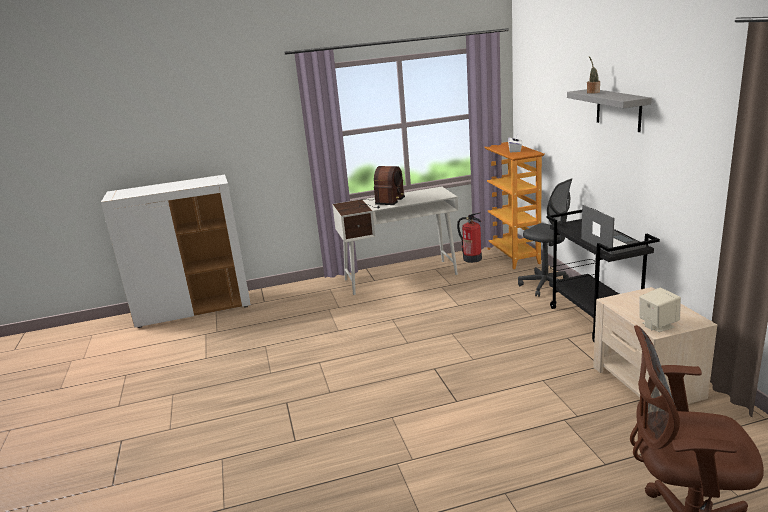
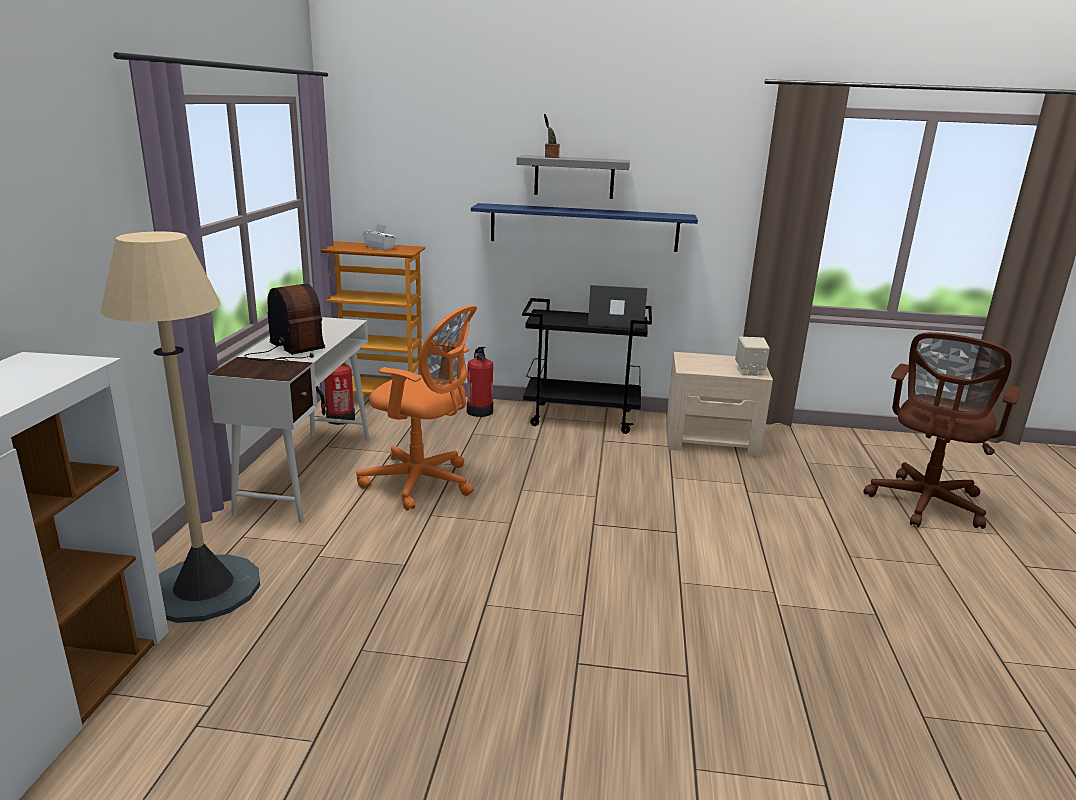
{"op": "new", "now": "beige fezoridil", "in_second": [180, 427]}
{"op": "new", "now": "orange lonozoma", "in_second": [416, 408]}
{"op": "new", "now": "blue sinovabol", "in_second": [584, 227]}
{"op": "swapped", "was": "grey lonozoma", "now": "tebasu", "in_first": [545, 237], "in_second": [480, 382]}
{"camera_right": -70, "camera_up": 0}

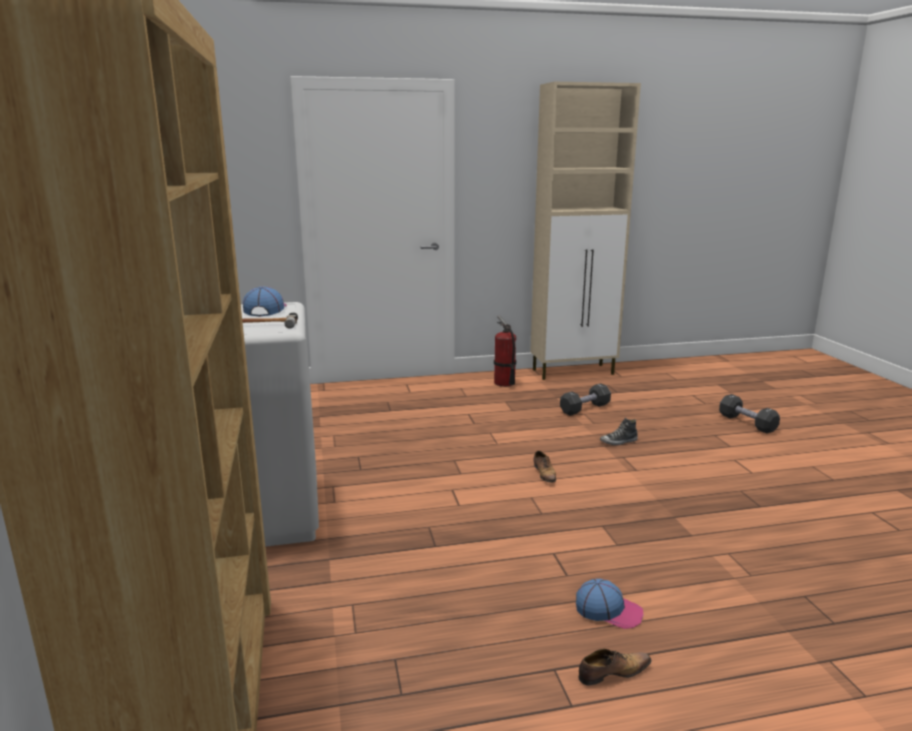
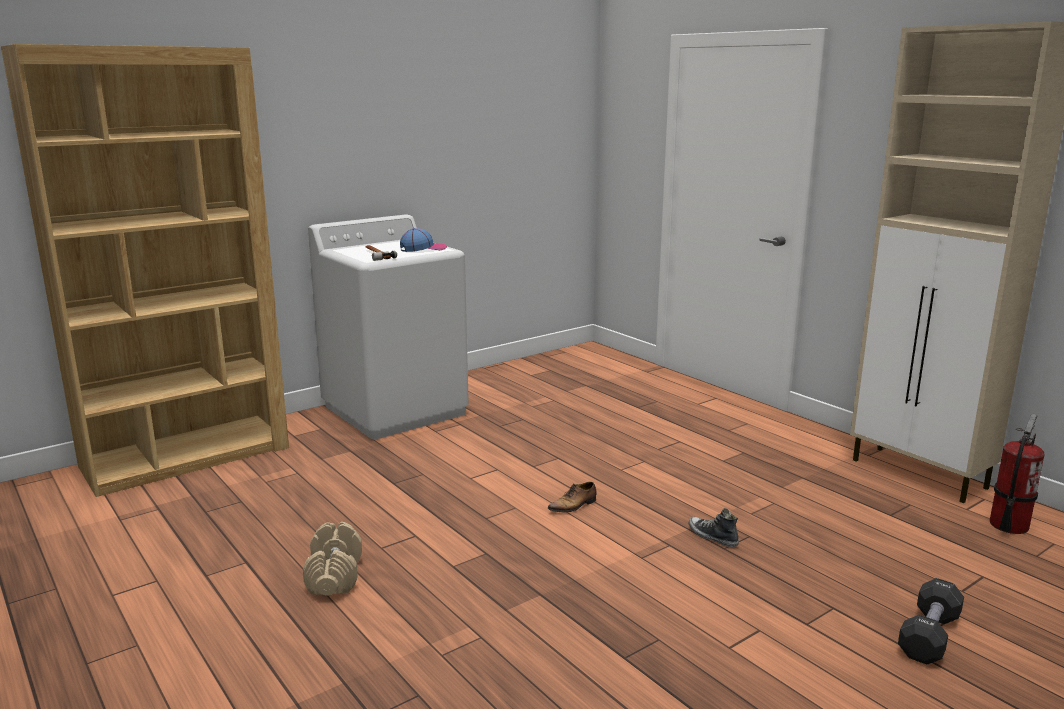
{"op": "gone", "was": "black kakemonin", "in_first": [585, 399]}
{"op": "gone", "was": "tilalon", "in_first": [615, 667]}
{"op": "shifted", "was": "tebasu", "in_first": [505, 351], "in_second": [1017, 474]}
{"op": "swapped", "was": "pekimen", "now": "beige kakemonin", "in_first": [609, 604], "in_second": [332, 559]}
{"camera_right": 65, "camera_up": 0}

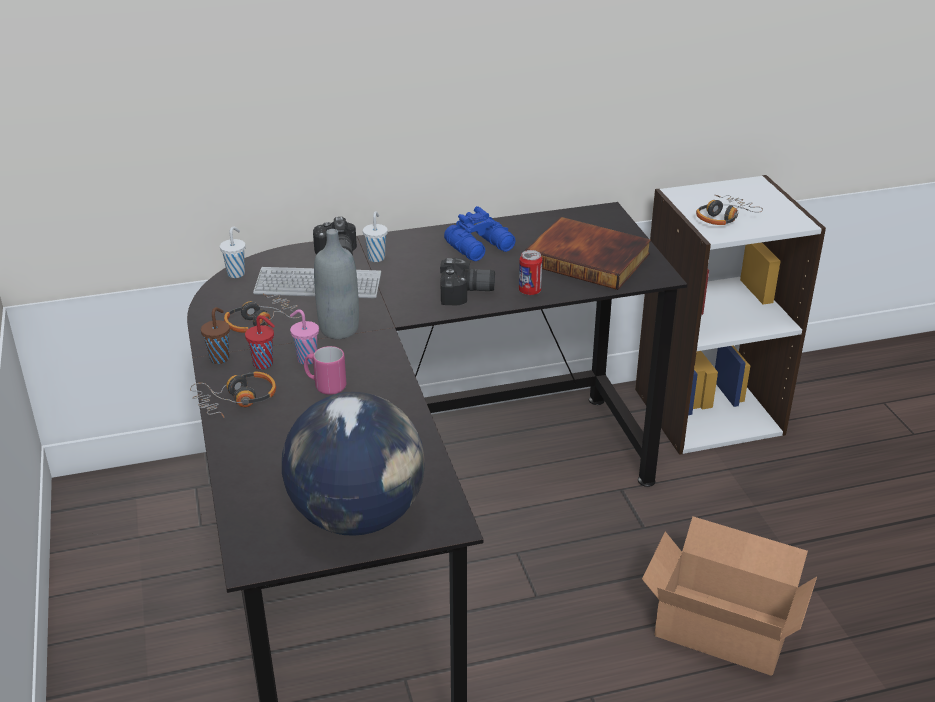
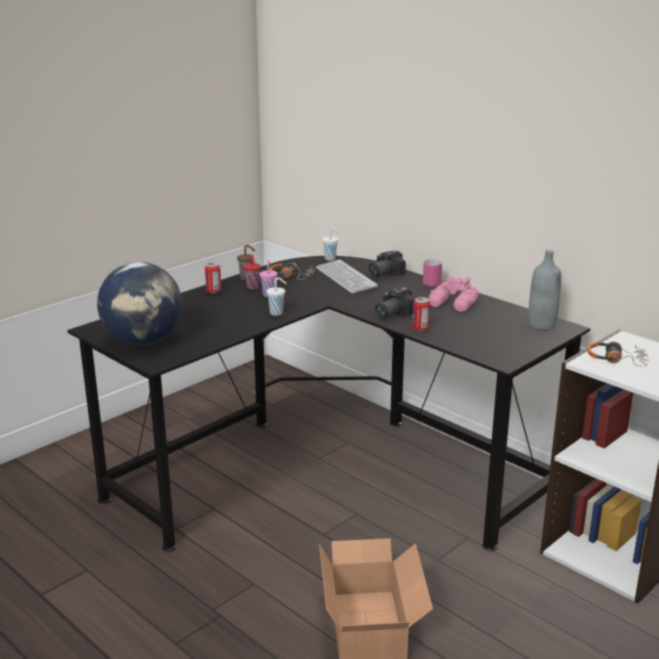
{"op": "gone", "was": "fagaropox", "in_first": [588, 253]}
{"op": "shifted", "was": "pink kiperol", "in_first": [325, 370], "in_second": [432, 273]}
{"op": "shifted", "was": "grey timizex", "in_first": [336, 284], "in_second": [544, 290]}
{"op": "shifted", "was": "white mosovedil", "in_first": [375, 236], "in_second": [276, 296]}
{"op": "swapped", "was": "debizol", "now": "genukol", "in_first": [233, 394], "in_second": [213, 277]}
{"op": "repainted", "was": "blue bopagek", "now": "pink bopagek", "in_first": [479, 233], "in_second": [453, 294]}
{"op": "rotated", "was": "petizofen", "in_first": [467, 281], "in_second": [395, 302], "clockwise": 75}
{"camera_right": 60, "camera_up": -10}

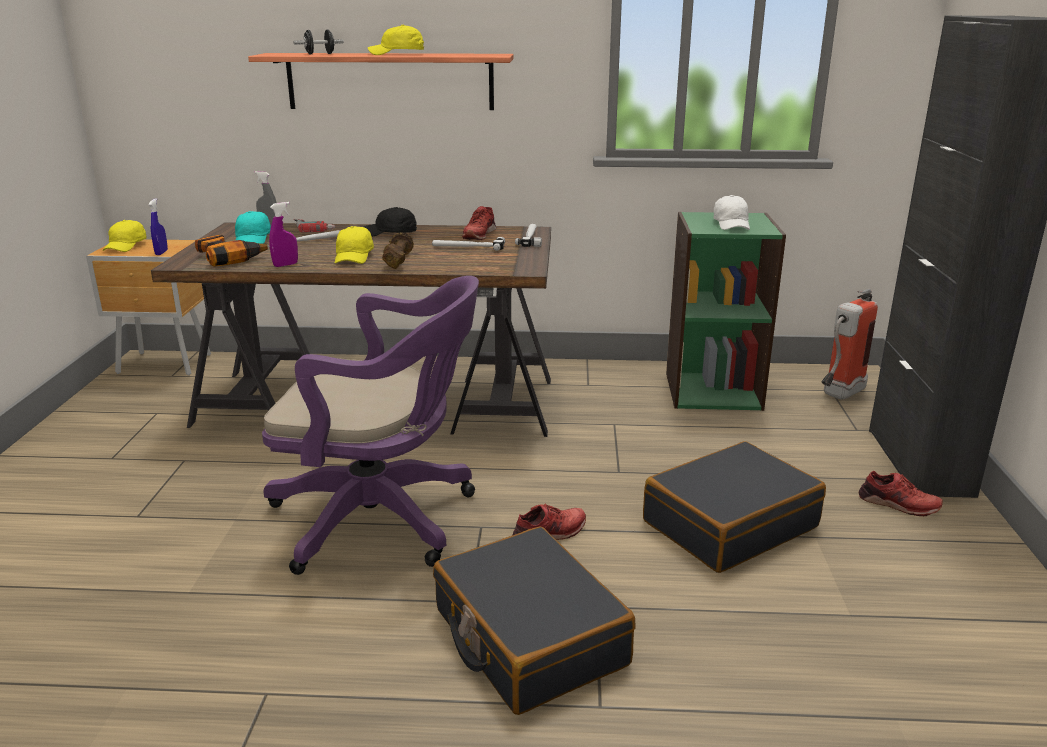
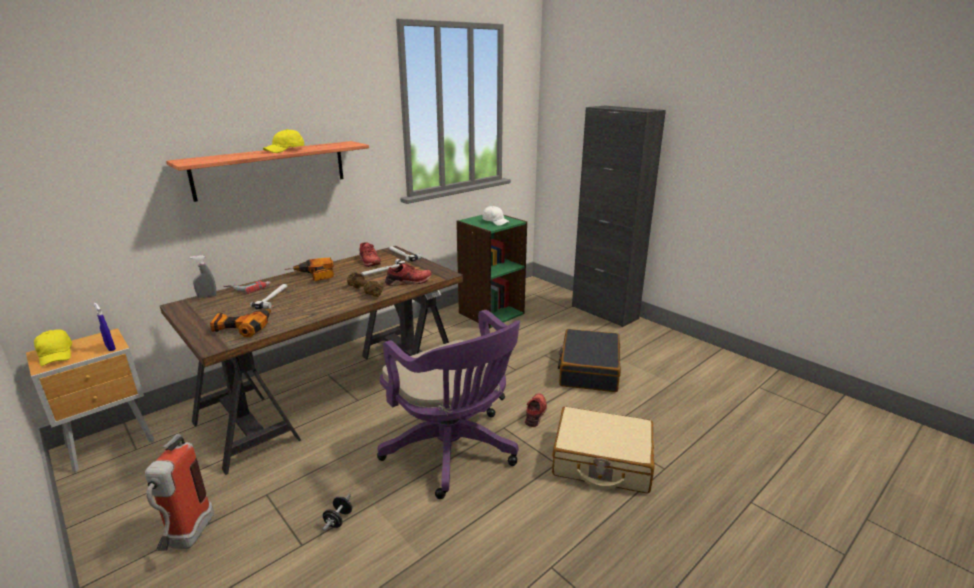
{"op": "gone", "was": "turquoise pekimen", "in_first": [253, 227]}
{"op": "gone", "was": "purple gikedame", "in_first": [283, 234]}
{"op": "gone", "was": "yellow pekimen", "in_first": [354, 245]}
{"op": "shifted", "was": "black kakemonin", "in_first": [318, 42], "in_second": [337, 512]}
{"op": "shifted", "was": "tebasu", "in_first": [849, 344], "in_second": [179, 492]}
{"op": "shifted", "was": "red tilalon", "in_first": [901, 493], "in_second": [408, 274]}
{"op": "swapped", "was": "black pekimen", "now": "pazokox", "in_first": [390, 222], "in_second": [309, 269]}
{"op": "repainted", "was": "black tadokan", "now": "beige tadokan", "in_first": [534, 620], "in_second": [603, 450]}
{"op": "rotated", "was": "purple lonozoma", "in_first": [370, 425], "in_second": [448, 404], "clockwise": 90}
{"camera_right": -45, "camera_up": 0}

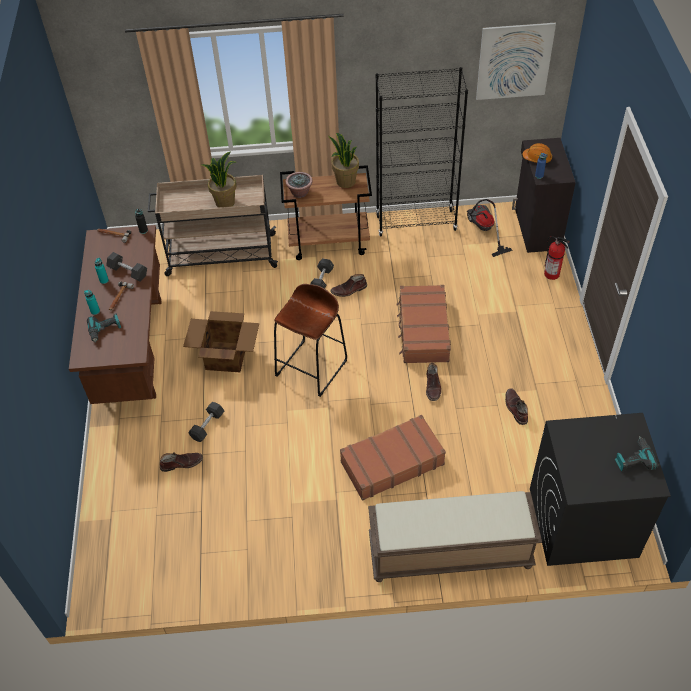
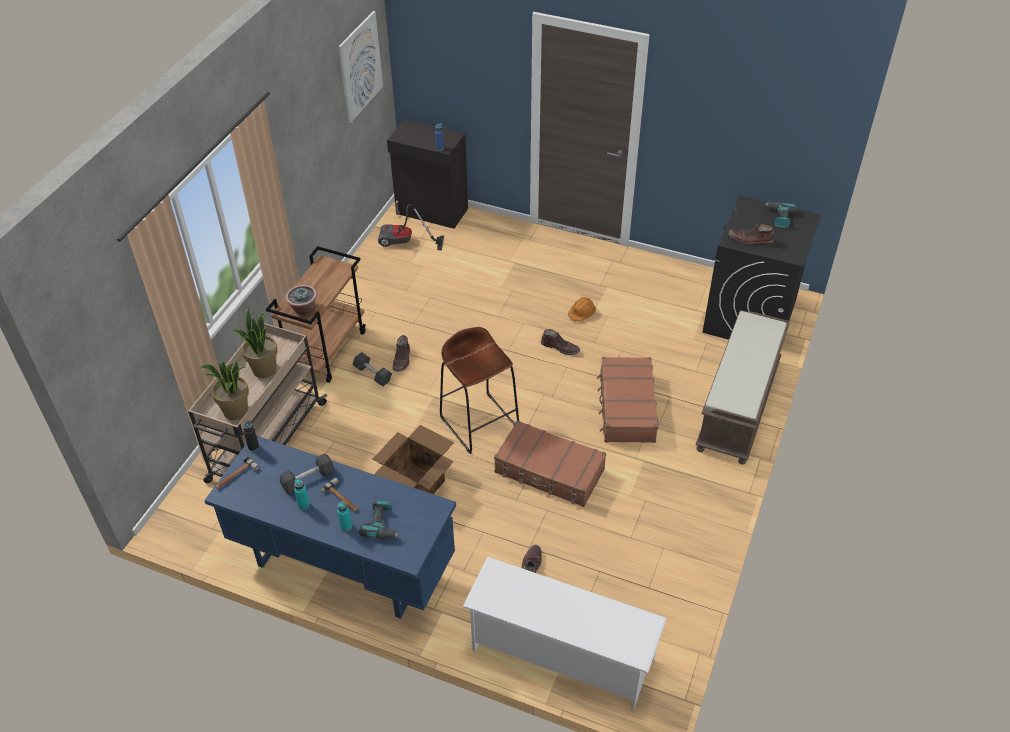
{"op": "gone", "was": "black kakemonin", "in_first": [206, 422]}
{"op": "gone", "was": "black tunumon", "in_first": [421, 152]}
{"op": "gone", "was": "tebasu", "in_first": [557, 258]}
{"op": "new", "now": "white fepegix", "in_second": [565, 634]}
{"op": "shifted", "was": "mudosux", "in_first": [343, 160], "in_second": [224, 390]}
{"op": "shifted", "was": "brown tadokan", "in_first": [423, 324], "in_second": [550, 463]}
{"op": "shifted", "was": "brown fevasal", "in_first": [516, 406], "in_second": [751, 234]}
{"op": "shifted", "was": "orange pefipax", "in_first": [537, 153], "in_second": [582, 309]}
{"op": "repainted", "was": "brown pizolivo", "now": "blue pizolivo", "in_first": [115, 314], "in_second": [330, 527]}
{"camera_right": -65, "camera_up": -5}

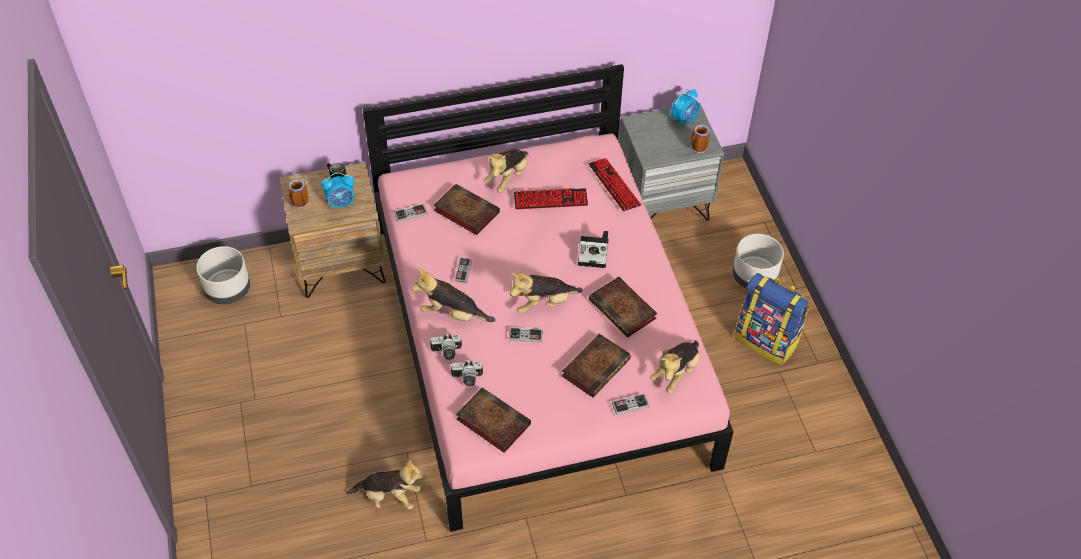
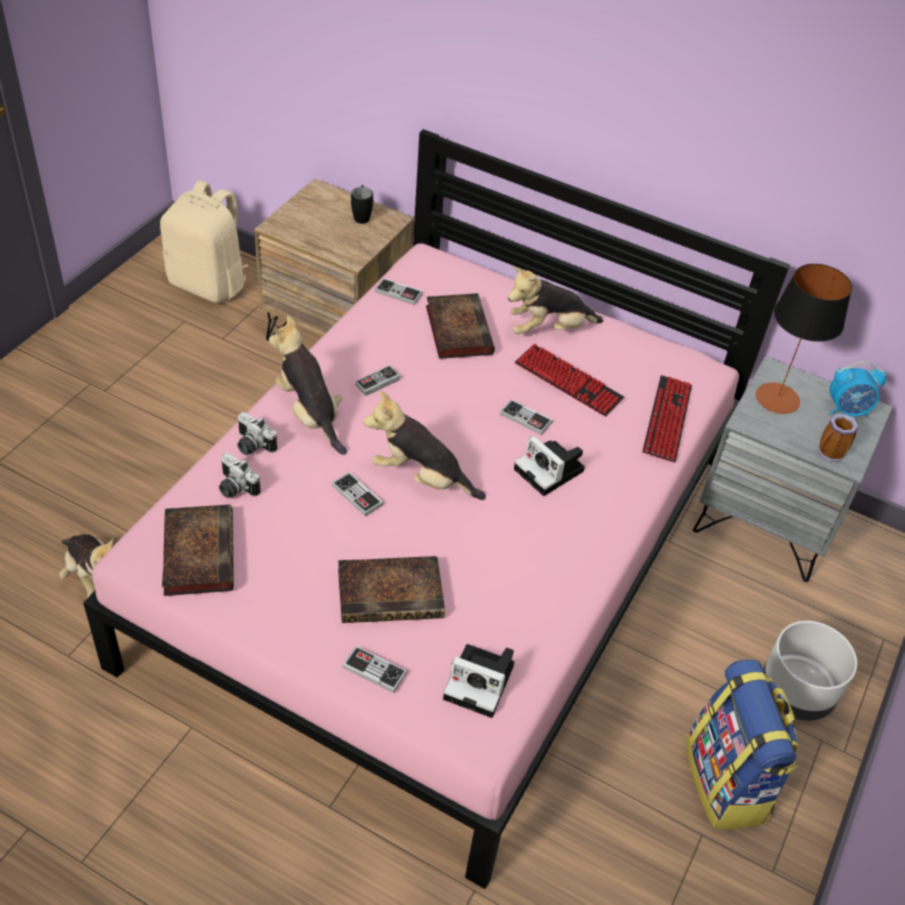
{"op": "gone", "was": "kiperol", "in_first": [298, 194]}
{"op": "gone", "was": "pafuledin", "in_first": [337, 191]}
{"op": "gone", "was": "fagaropox", "in_first": [623, 307]}
{"op": "new", "now": "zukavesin", "in_second": [526, 417]}
{"op": "new", "now": "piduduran", "in_second": [804, 339]}
{"op": "swapped", "was": "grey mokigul", "now": "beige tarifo", "in_first": [223, 275], "in_second": [204, 241]}
{"op": "swapped", "was": "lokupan", "now": "petizofen", "in_first": [675, 366], "in_second": [478, 681]}
{"camera_right": 40, "camera_up": -5}

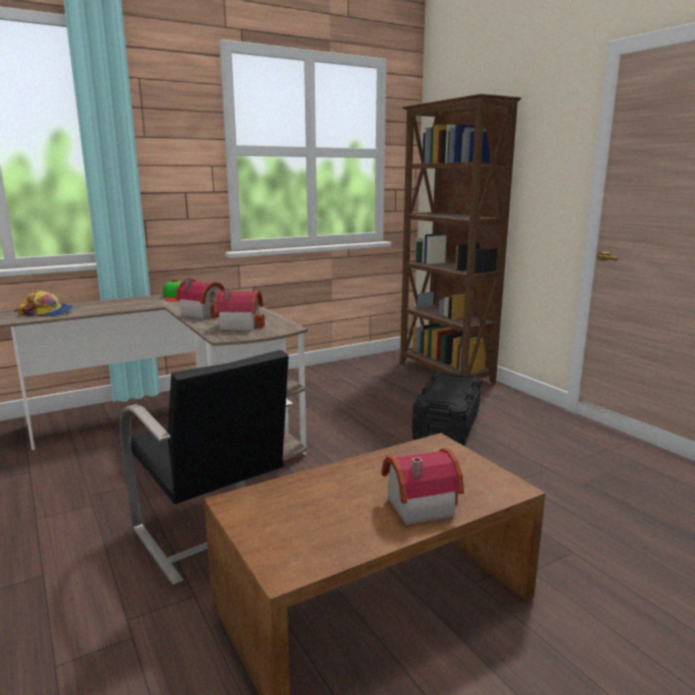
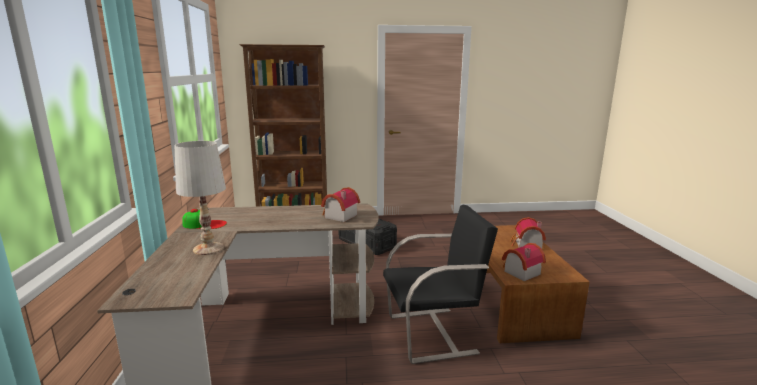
{"op": "gone", "was": "pekimen", "in_first": [45, 304]}
{"op": "new", "now": "white piduduran", "in_second": [200, 198]}
{"op": "shifted", "was": "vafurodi", "in_first": [200, 298], "in_second": [524, 262]}
{"camera_right": -65, "camera_up": 0}

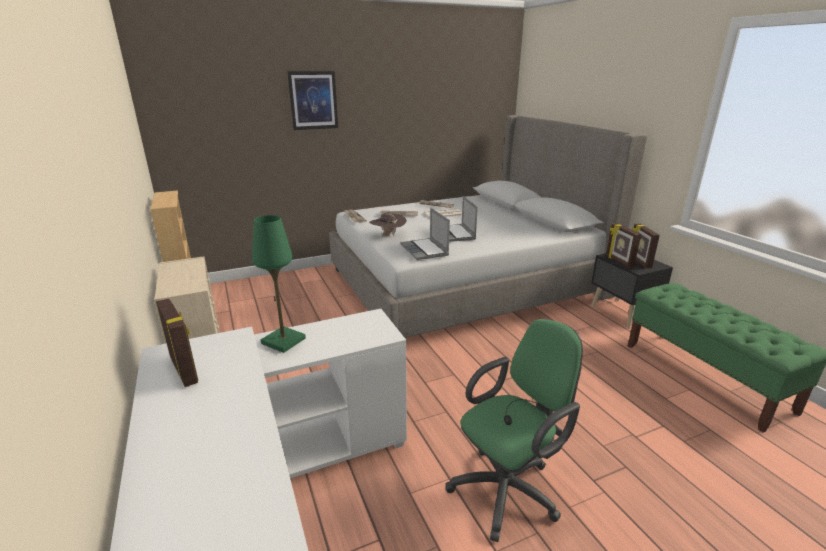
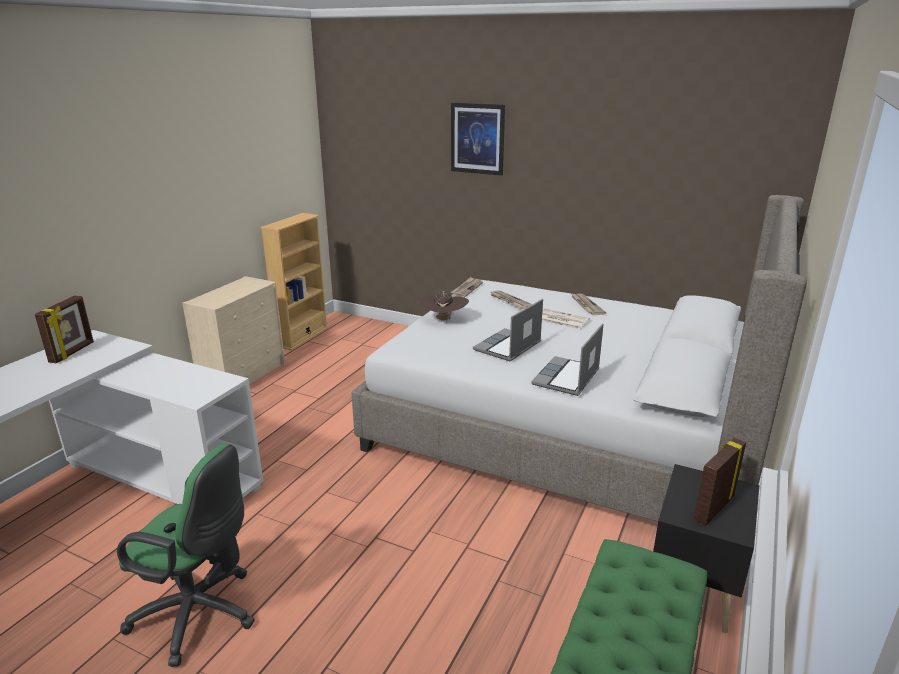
{"op": "gone", "was": "green piduduran", "in_first": [279, 284]}
{"op": "gone", "was": "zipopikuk", "in_first": [623, 245]}
{"op": "shifted", "was": "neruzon", "in_first": [425, 234], "in_second": [567, 359]}
{"camera_right": 50, "camera_up": 0}

